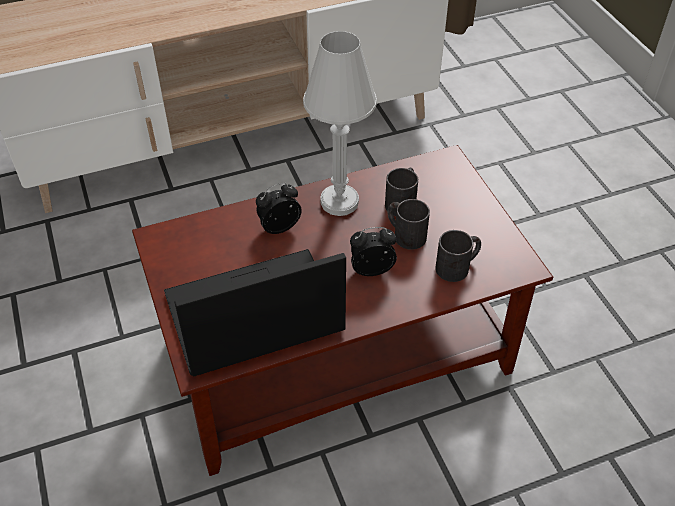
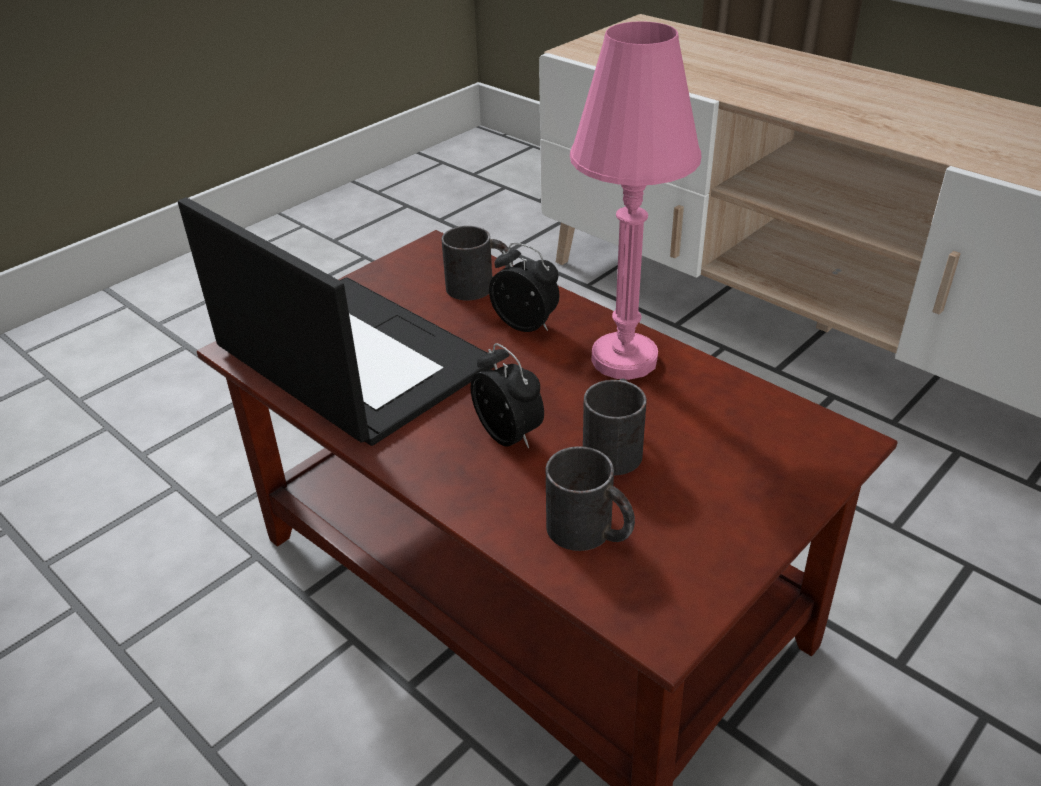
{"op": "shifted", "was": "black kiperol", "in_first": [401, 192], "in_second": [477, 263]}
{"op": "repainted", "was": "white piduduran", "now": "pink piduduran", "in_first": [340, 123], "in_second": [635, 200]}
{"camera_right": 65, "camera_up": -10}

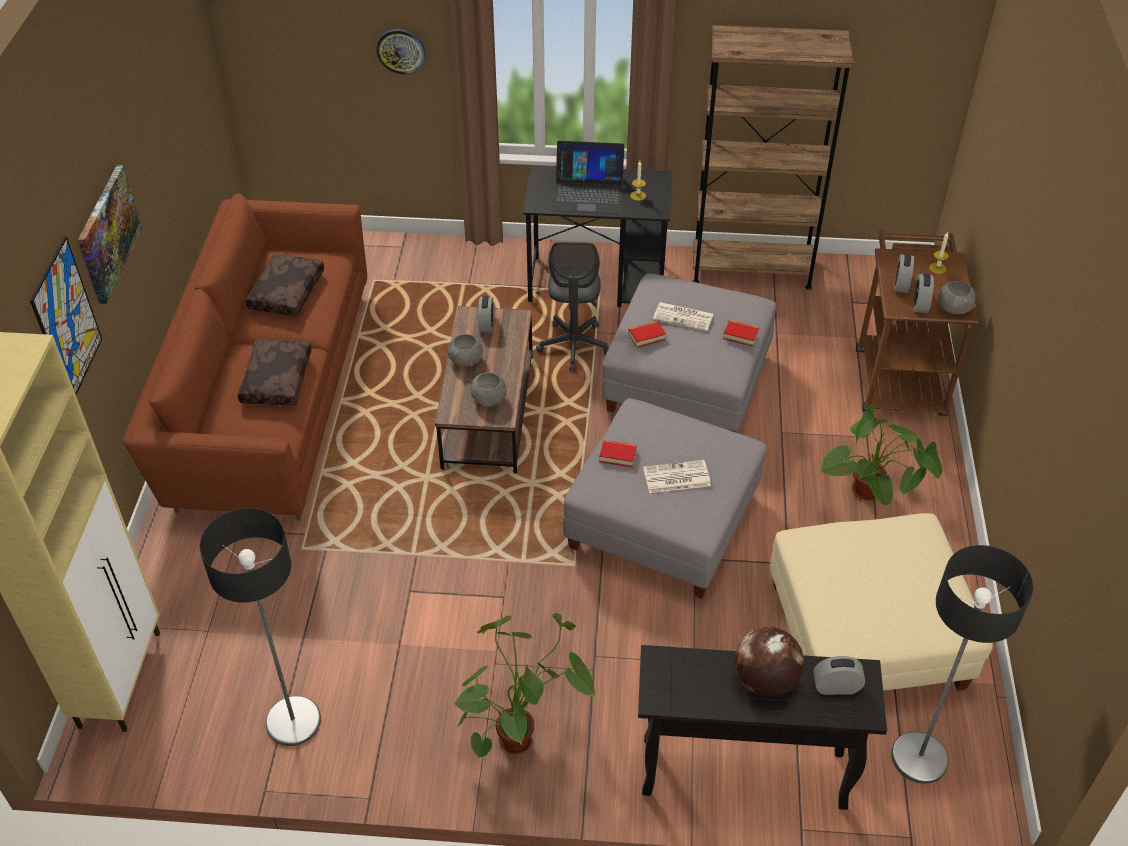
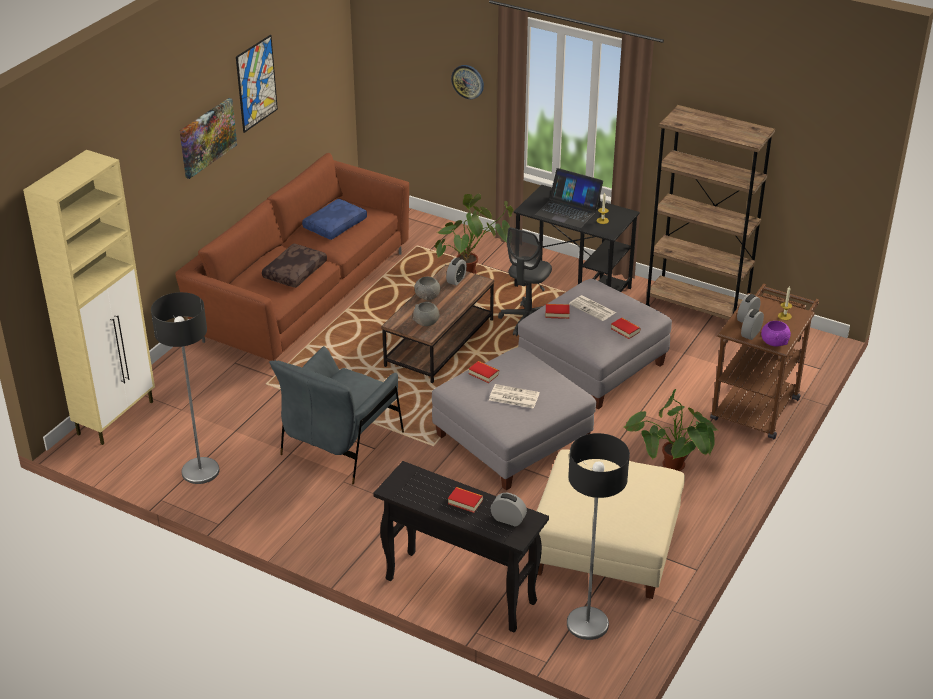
{"op": "new", "now": "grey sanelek", "in_second": [336, 415]}
{"op": "shifted", "was": "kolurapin", "in_first": [66, 315], "in_second": [257, 84]}
{"op": "shifted", "was": "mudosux", "in_first": [525, 686], "in_second": [474, 234]}
{"op": "swapped", "was": "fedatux", "now": "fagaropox", "in_first": [769, 662], "in_second": [465, 500]}
{"op": "repainted", "was": "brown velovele", "now": "blue velovele", "in_first": [285, 285], "in_second": [334, 219]}
{"op": "repainted", "was": "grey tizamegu", "now": "purple tizamegu", "in_first": [957, 297], "in_second": [776, 334]}
{"camera_right": 25, "camera_up": -10}

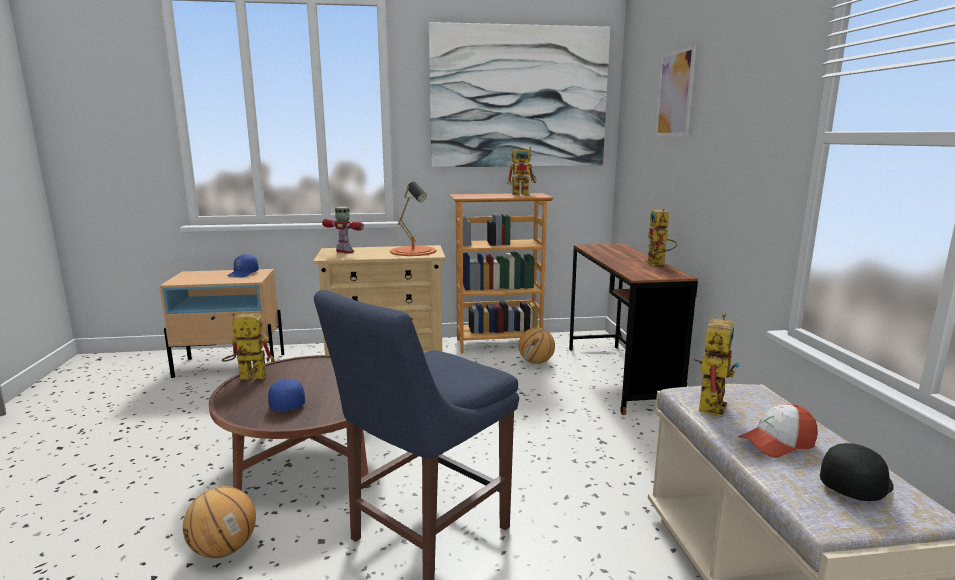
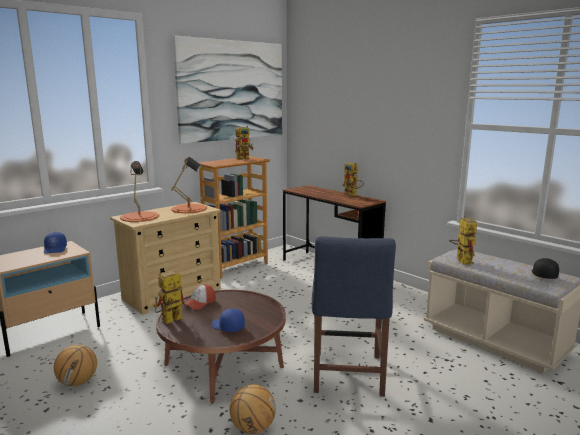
{"op": "gone", "was": "kolurapin", "in_first": [675, 91]}
{"op": "shifted", "was": "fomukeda", "in_first": [537, 345], "in_second": [75, 365]}
{"op": "shifted", "was": "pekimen", "in_first": [778, 431], "in_second": [199, 297]}
{"op": "swapped", "was": "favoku", "now": "orange piduduran", "in_first": [343, 229], "in_second": [139, 191]}
{"camera_right": -35, "camera_up": 0}

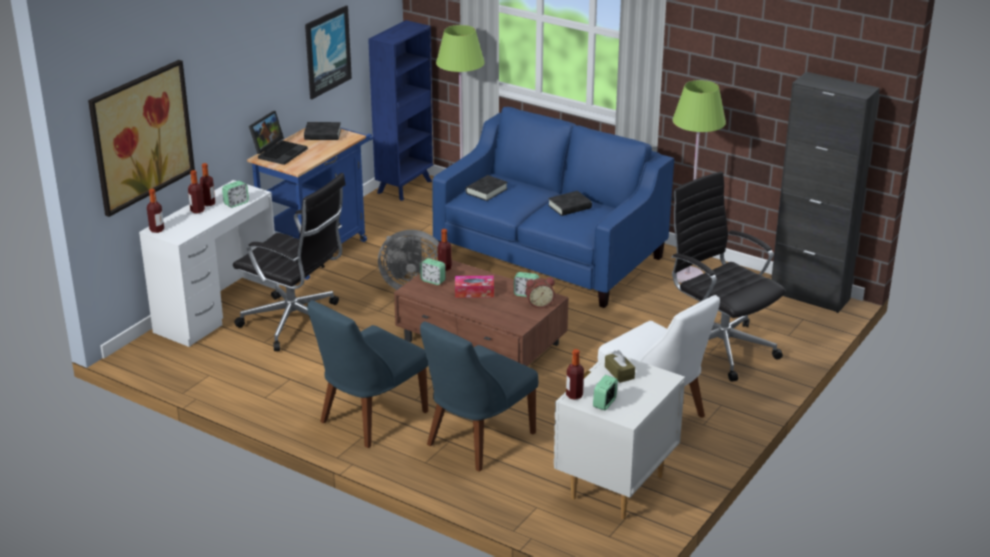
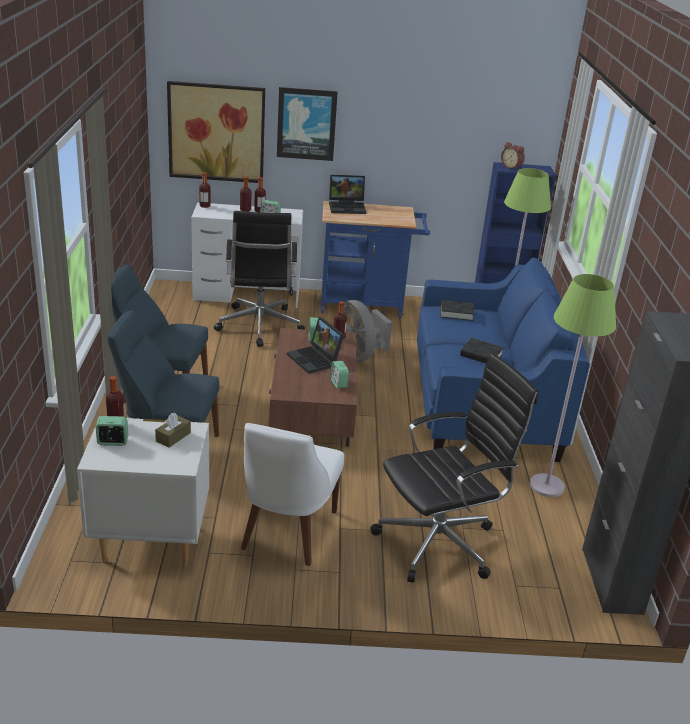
{"op": "gone", "was": "black fagaropox", "in_first": [322, 131]}
{"op": "shifted", "was": "kolurapin", "in_first": [328, 52], "in_second": [307, 124]}
{"op": "shifted", "was": "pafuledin", "in_first": [540, 292], "in_second": [513, 156]}
{"op": "swapped", "was": "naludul", "now": "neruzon", "in_first": [474, 287], "in_second": [315, 345]}
{"op": "rotated", "was": "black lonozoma", "in_first": [729, 276], "in_second": [454, 468], "clockwise": 45}
{"camera_right": 55, "camera_up": 0}

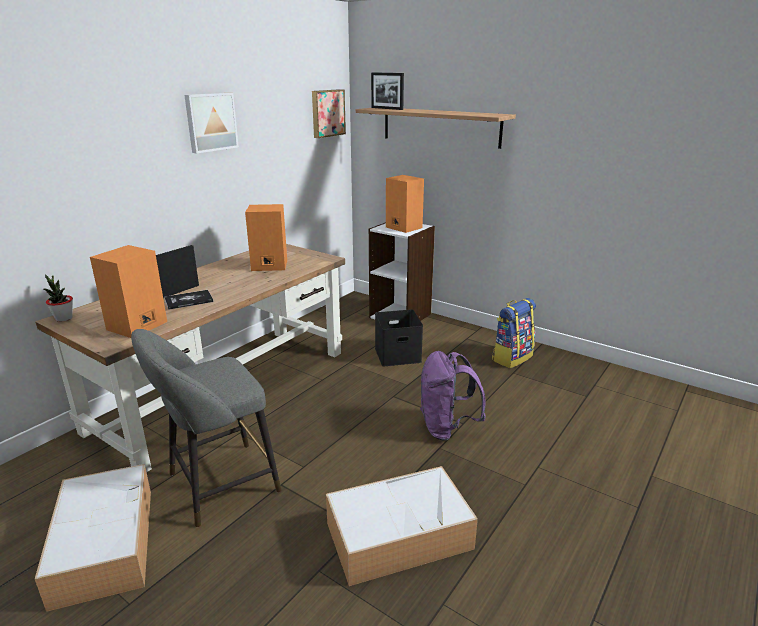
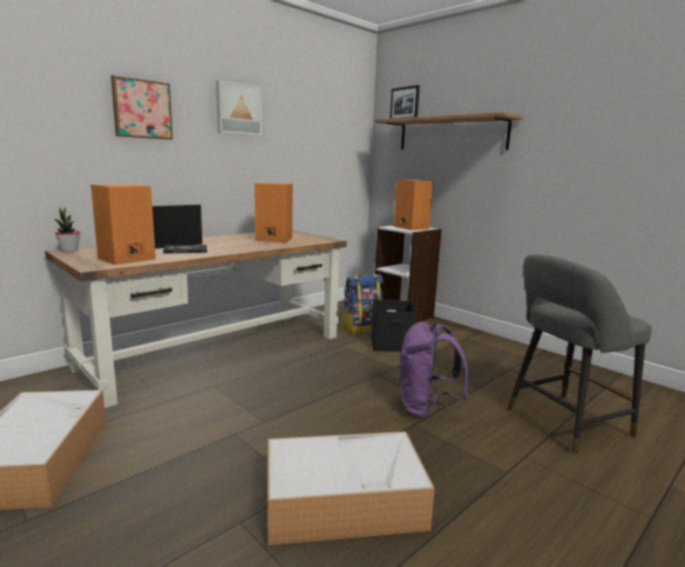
{"op": "shifted", "was": "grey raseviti", "in_first": [206, 428], "in_second": [579, 354]}
{"op": "shifted", "was": "kolurapin", "in_first": [329, 113], "in_second": [142, 107]}
{"op": "shifted", "was": "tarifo", "in_first": [514, 333], "in_second": [363, 304]}
{"camera_right": 10, "camera_up": -10}

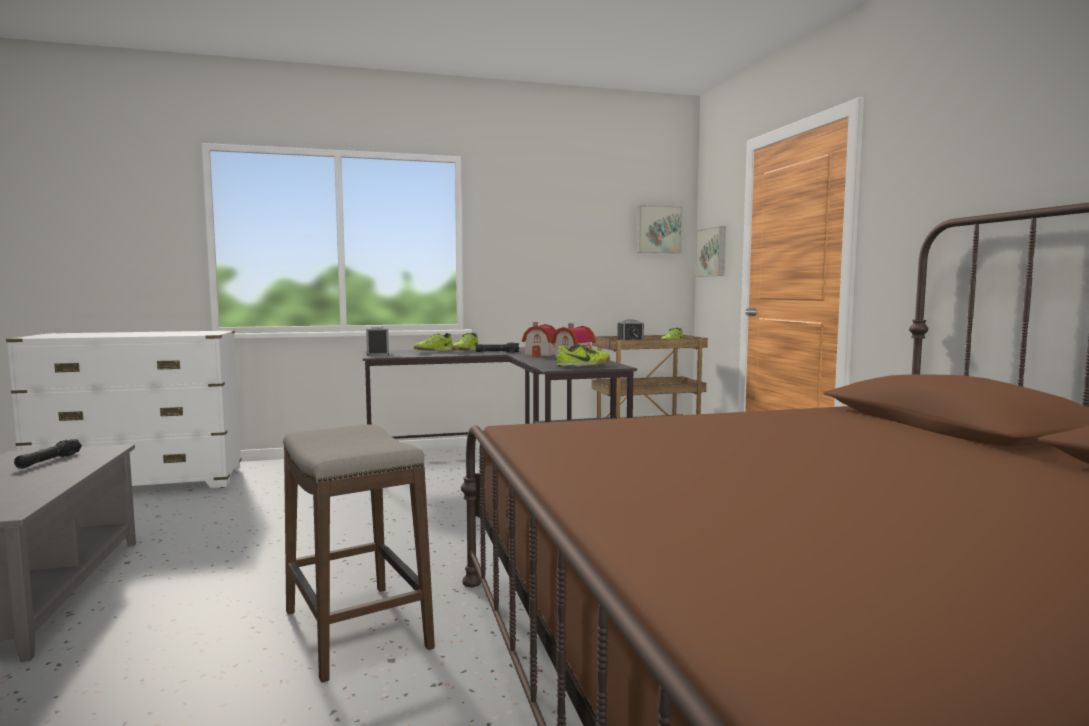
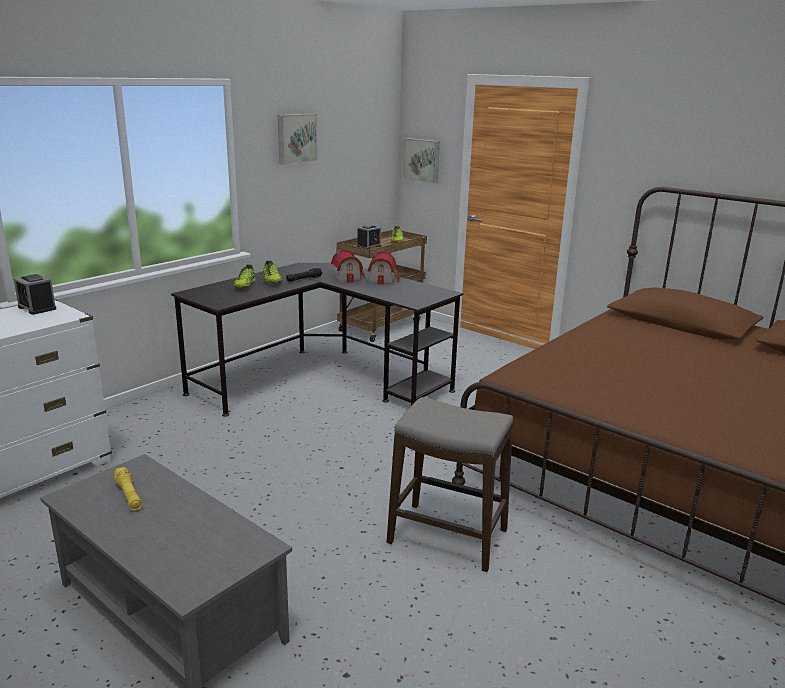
{"op": "gone", "was": "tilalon", "in_first": [583, 356]}
{"op": "shifted", "was": "pafuledin", "in_first": [377, 340], "in_second": [35, 294]}
{"op": "shifted", "was": "kolurapin", "in_first": [659, 229], "in_second": [297, 139]}
{"op": "repainted", "was": "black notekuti", "now": "yellow notekuti", "in_first": [48, 454], "in_second": [128, 489]}
{"camera_right": -35, "camera_up": 15}

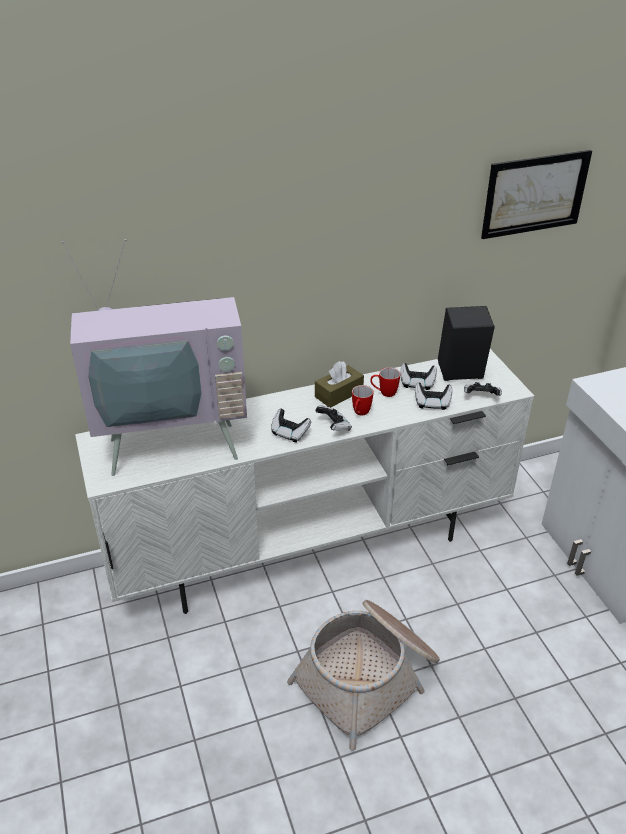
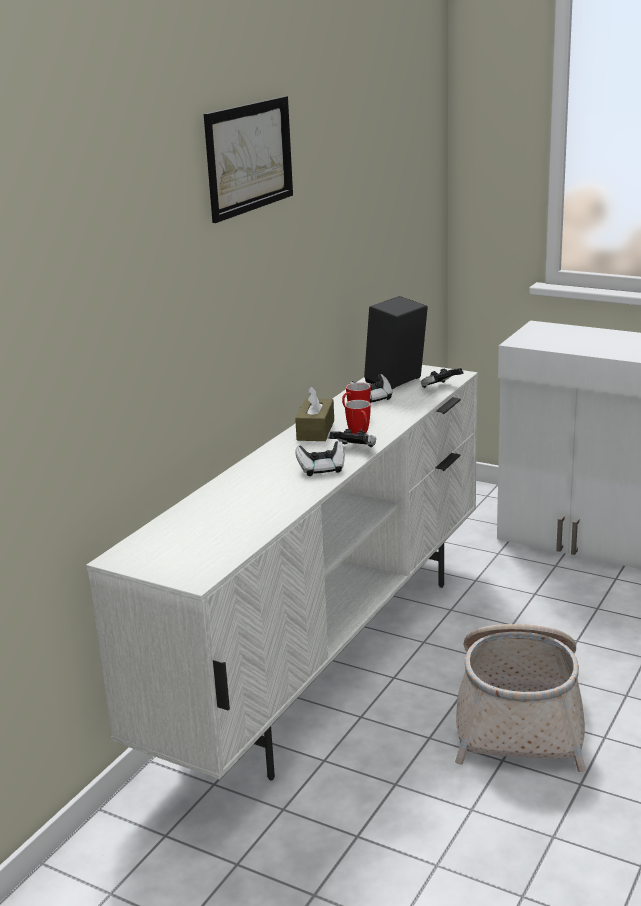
{"op": "gone", "was": "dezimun", "in_first": [154, 357]}
{"op": "gone", "was": "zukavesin", "in_first": [433, 396]}
{"op": "shifted", "was": "kolurapin", "in_first": [536, 194], "in_second": [248, 159]}
{"camera_right": -40, "camera_up": -15}

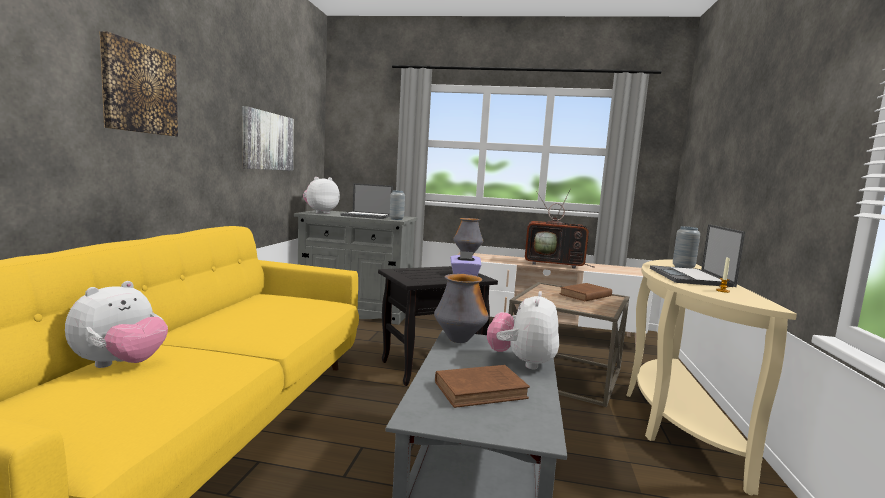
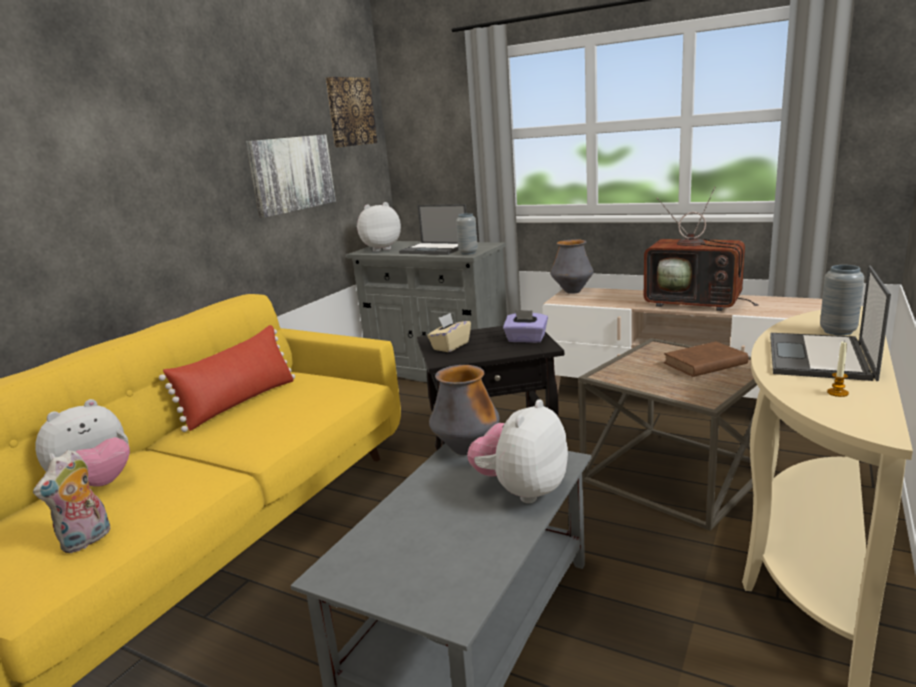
{"op": "gone", "was": "brown fagaropox", "in_first": [482, 386]}
{"op": "new", "now": "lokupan", "in_second": [72, 501]}
{"op": "new", "now": "red velovele", "in_second": [227, 378]}
{"op": "new", "now": "beige naludul", "in_second": [449, 332]}
{"op": "shifted", "was": "kolurapin", "in_first": [138, 83], "in_second": [351, 112]}
{"camera_right": 20, "camera_up": 10}

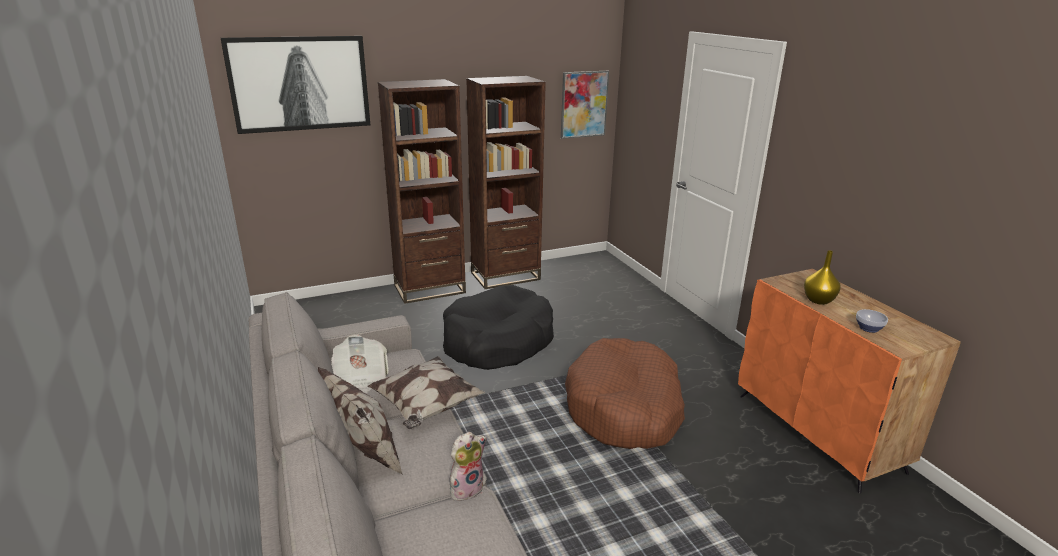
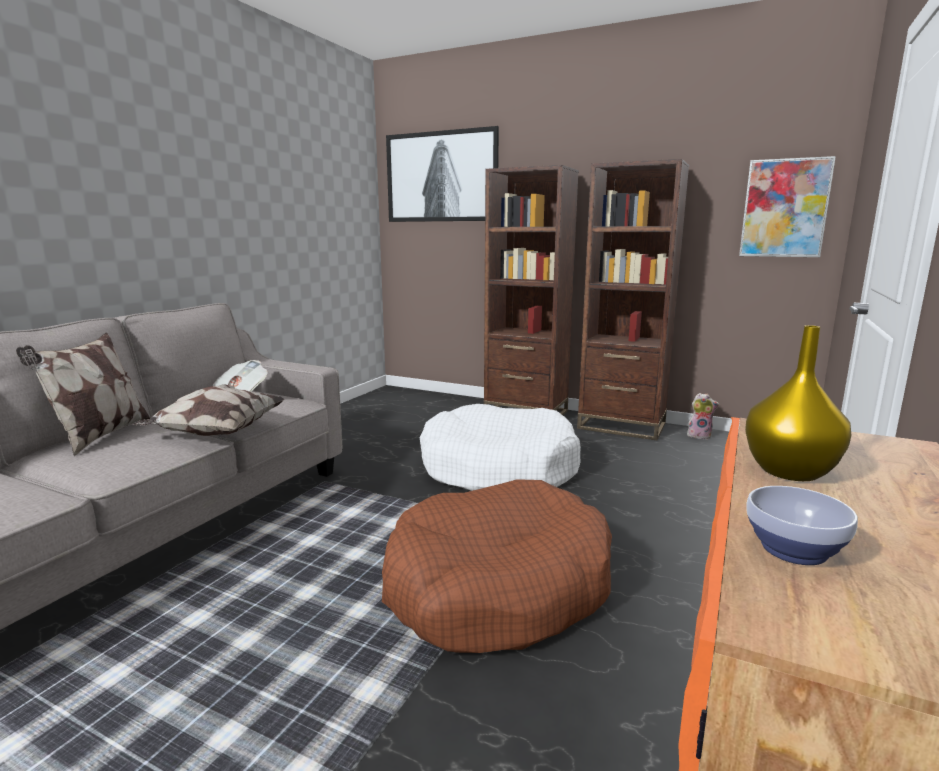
{"op": "shifted", "was": "lokupan", "in_first": [468, 466], "in_second": [703, 416]}
{"op": "repainted", "was": "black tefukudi", "now": "white tefukudi", "in_first": [498, 327], "in_second": [500, 447]}
{"camera_right": 50, "camera_up": -10}

